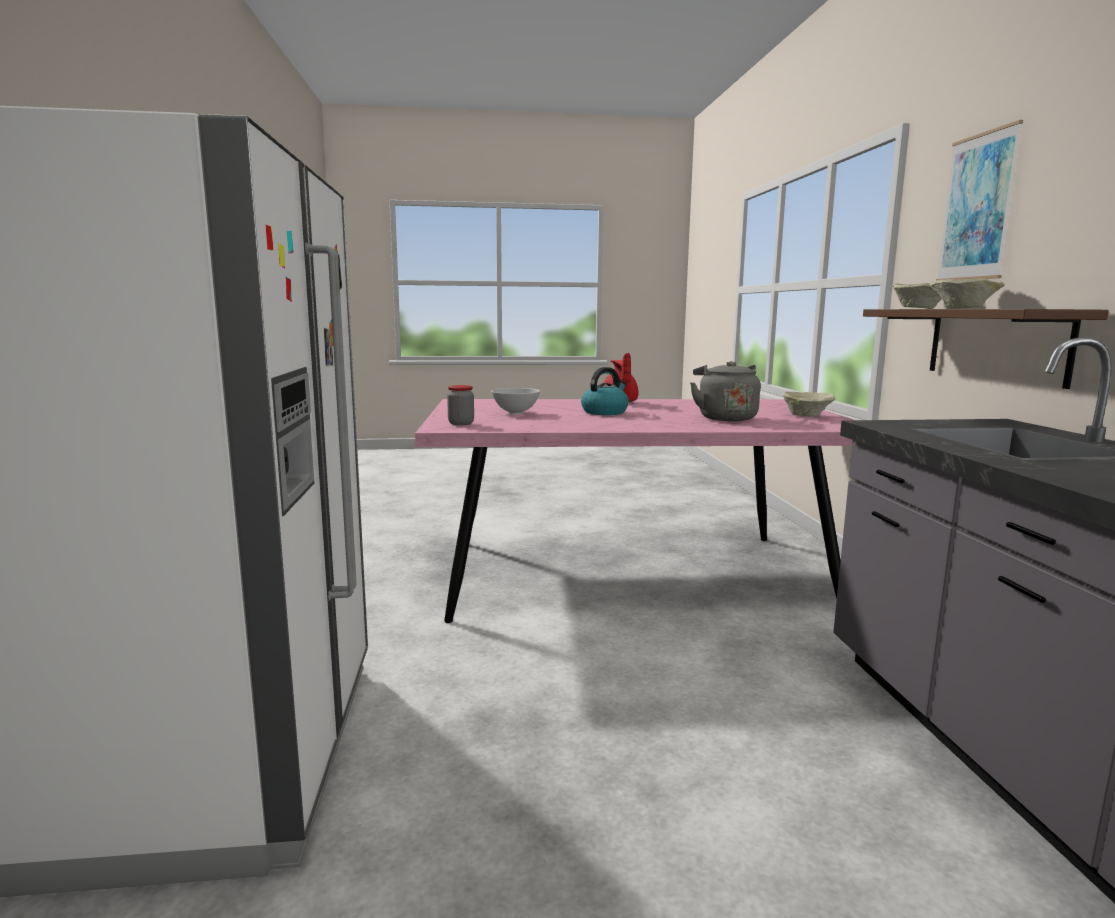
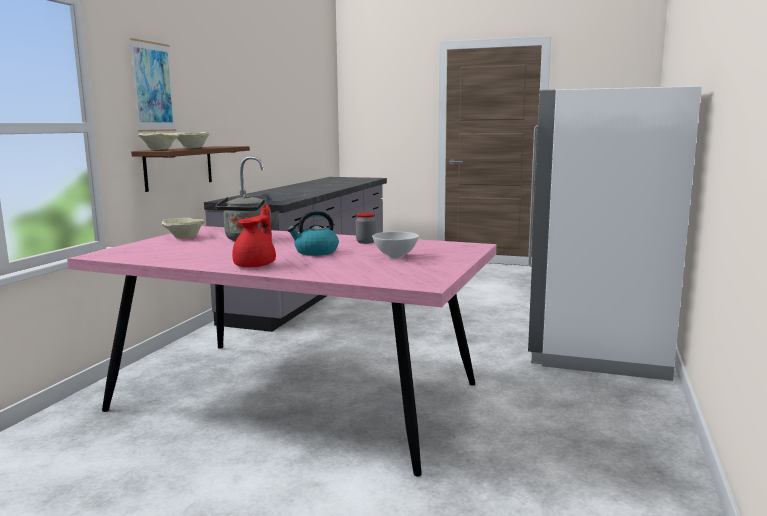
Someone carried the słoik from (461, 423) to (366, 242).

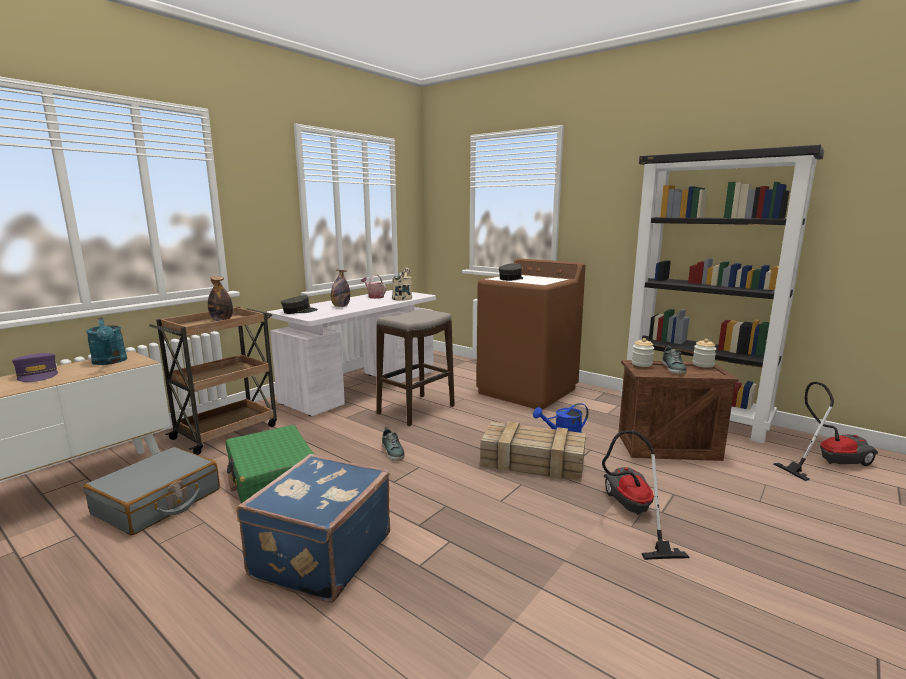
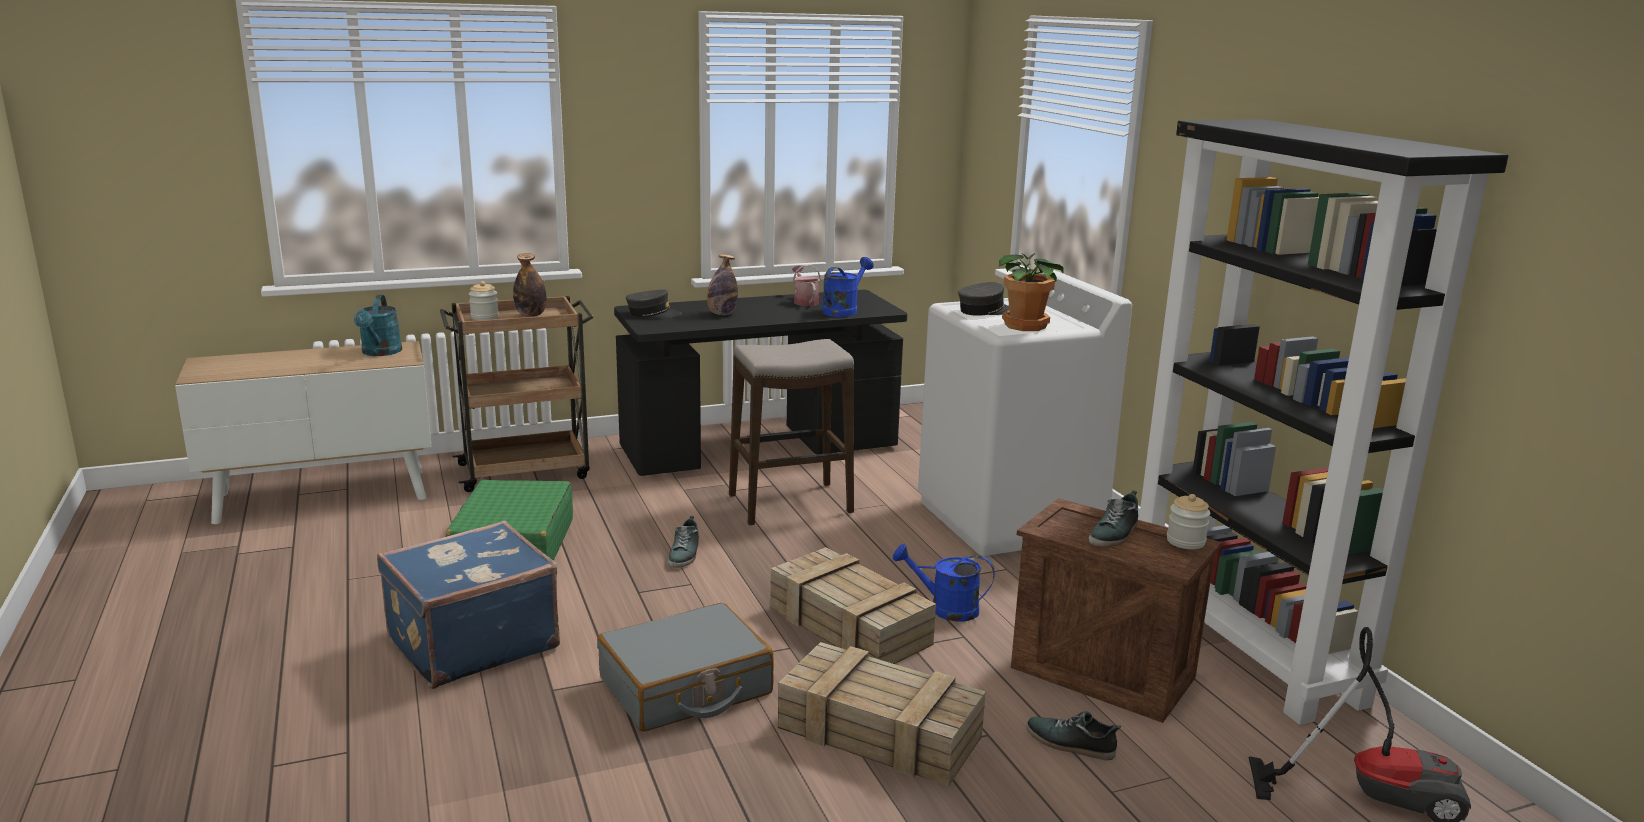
Someone took away the czapka z daszkiem/fioletowy at (38, 375).
Someone carried the walizka/szary from (158, 502) to (685, 687).
Someone repainted the biurko/biały at (362, 387), which became the biurko/czarny at (759, 449).
Someone repainted the konewka/beżowy at (402, 297), which became the konewka/niebieski at (843, 310).
Someone repainted the pralka/brązowy at (527, 391), which became the pralka/biały at (1009, 519).
Someone swapped the odkurzacz at (631, 513) for the skrzynka at (882, 732).
Someone carried the słoik from (641, 364) to (484, 317).
Someone put down the roślina doniczkowa at (1027, 326).
Someone put down the but at (1070, 743).

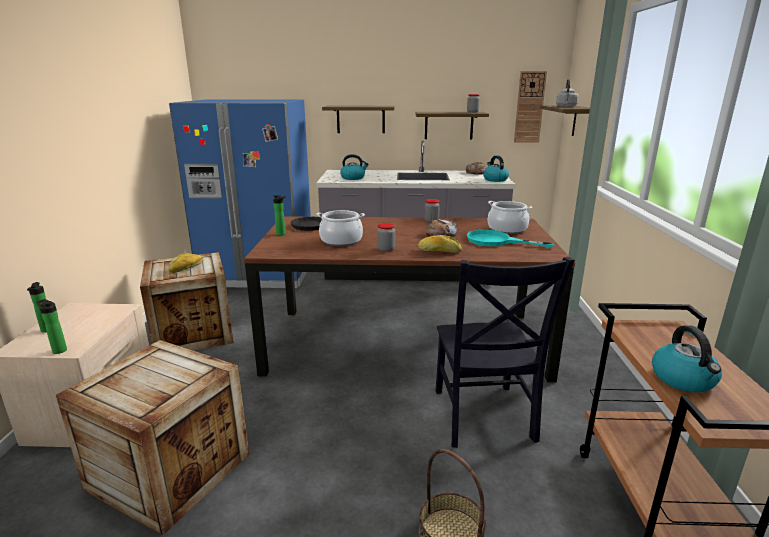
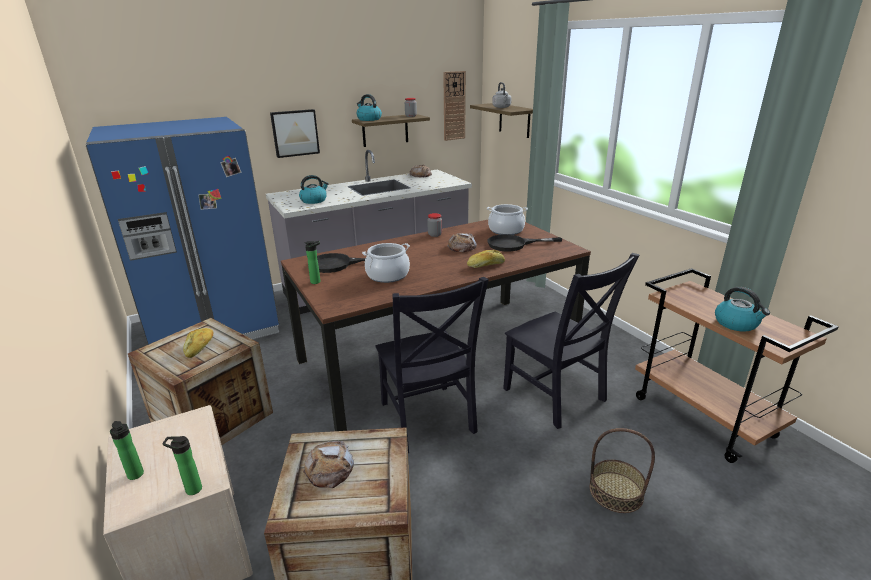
Someone swapped the półka at (360, 119) for the obraz at (295, 133).
Someone took away the słoik at (386, 249).
Someone repainted the patelnia/turkusowy at (496, 241), which became the patelnia/czarny at (514, 244).
Someone carried the czajnik from (495, 179) to (368, 119).
Someone put down the chleb at (329, 469).
Someone put down the krzesło/czarny at (428, 420).

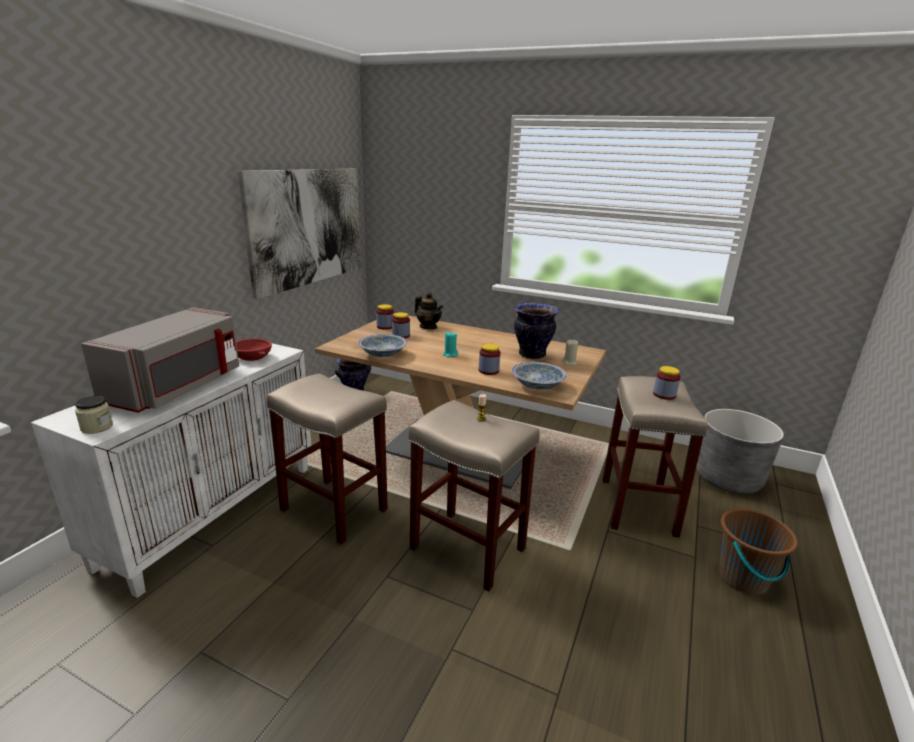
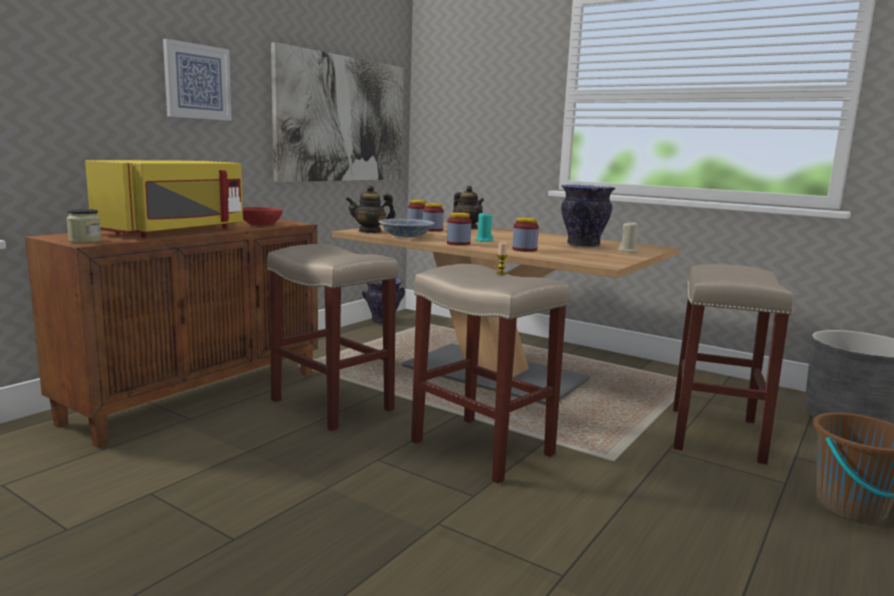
Someone repainted the szafka/biały at (213, 512), which became the szafka/brązowy at (198, 395).
Someone repainted the mikrofalówka/szary at (178, 387), which became the mikrofalówka/żółty at (176, 231).
Someone took away the miska at (537, 385).
Someone carried the słoik from (664, 395) to (458, 243).
Someone put up the obraz at (197, 82).
Someone put down the imbryk at (370, 231).

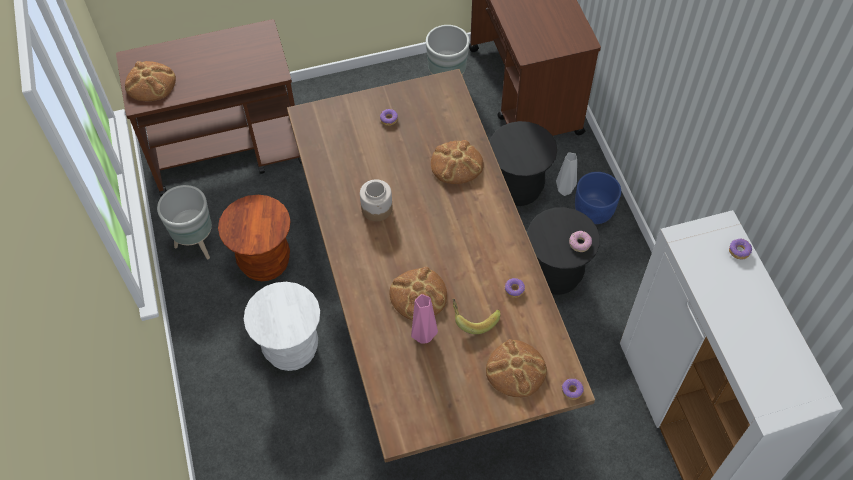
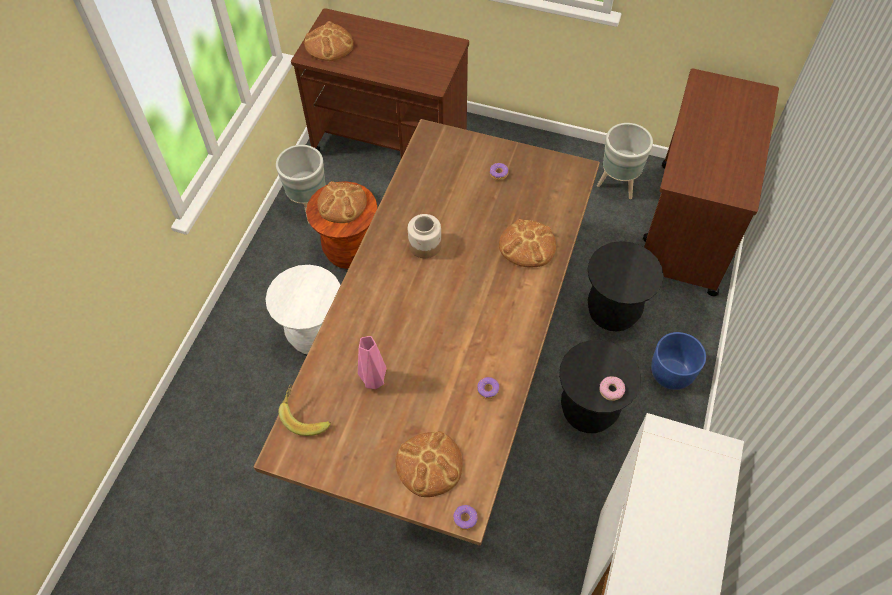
Someone carried the chleb from (418, 295) to (342, 203).
Someone carried the banan from (474, 318) to (306, 415).
Someone took away the wazon/szary at (565, 191).
Someone took away the donut at (739, 251).

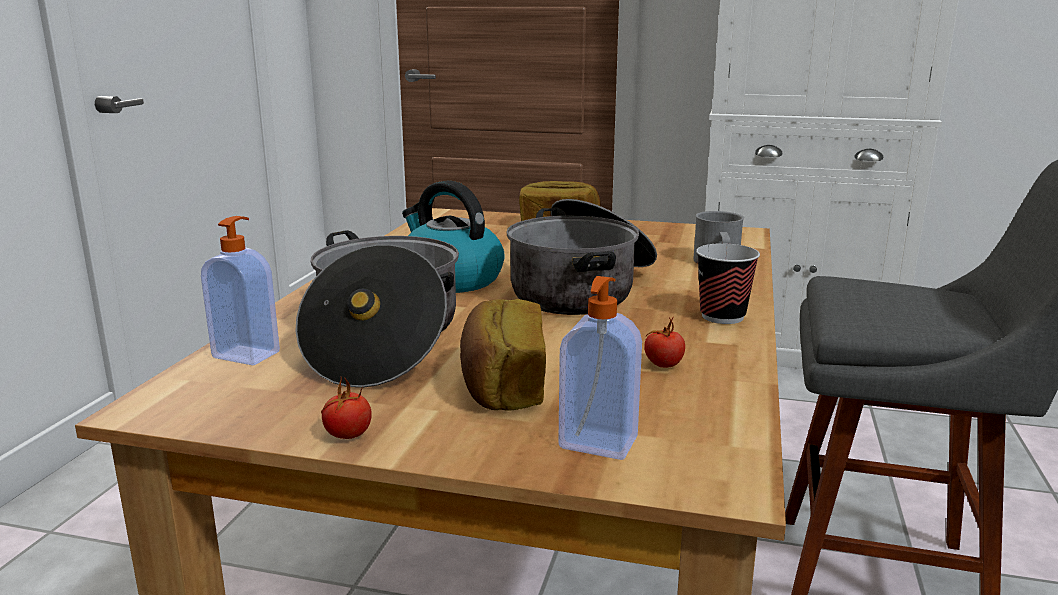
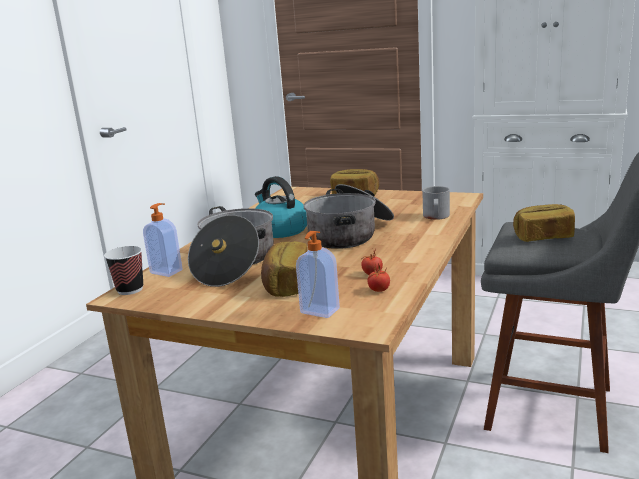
Someone carried the pomidor from (347, 435) to (379, 290).
Someone carried the filiżanka from (722, 316) to (130, 289).
Someone put down the chleb at (543, 237).

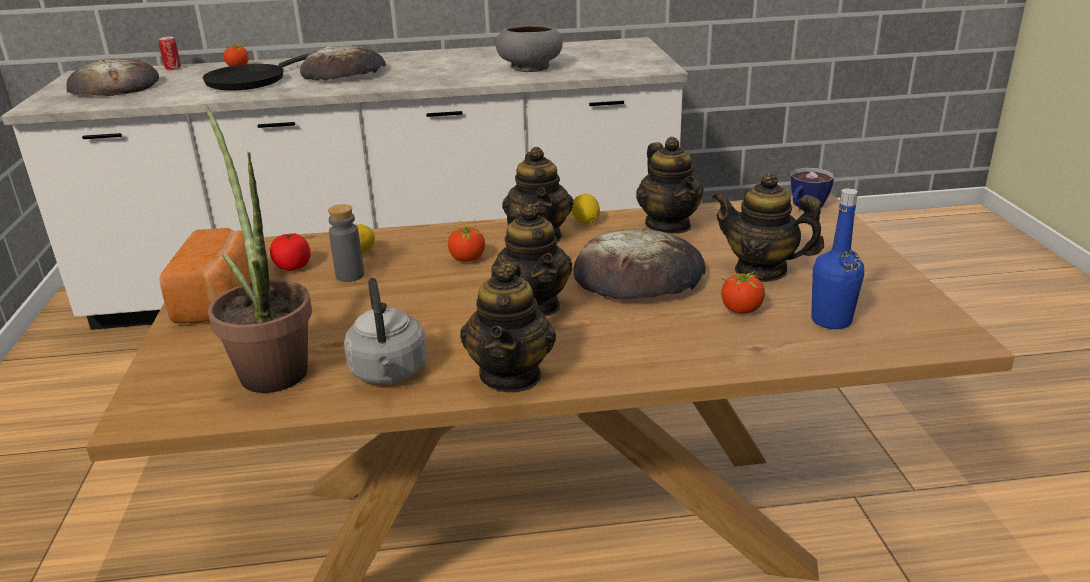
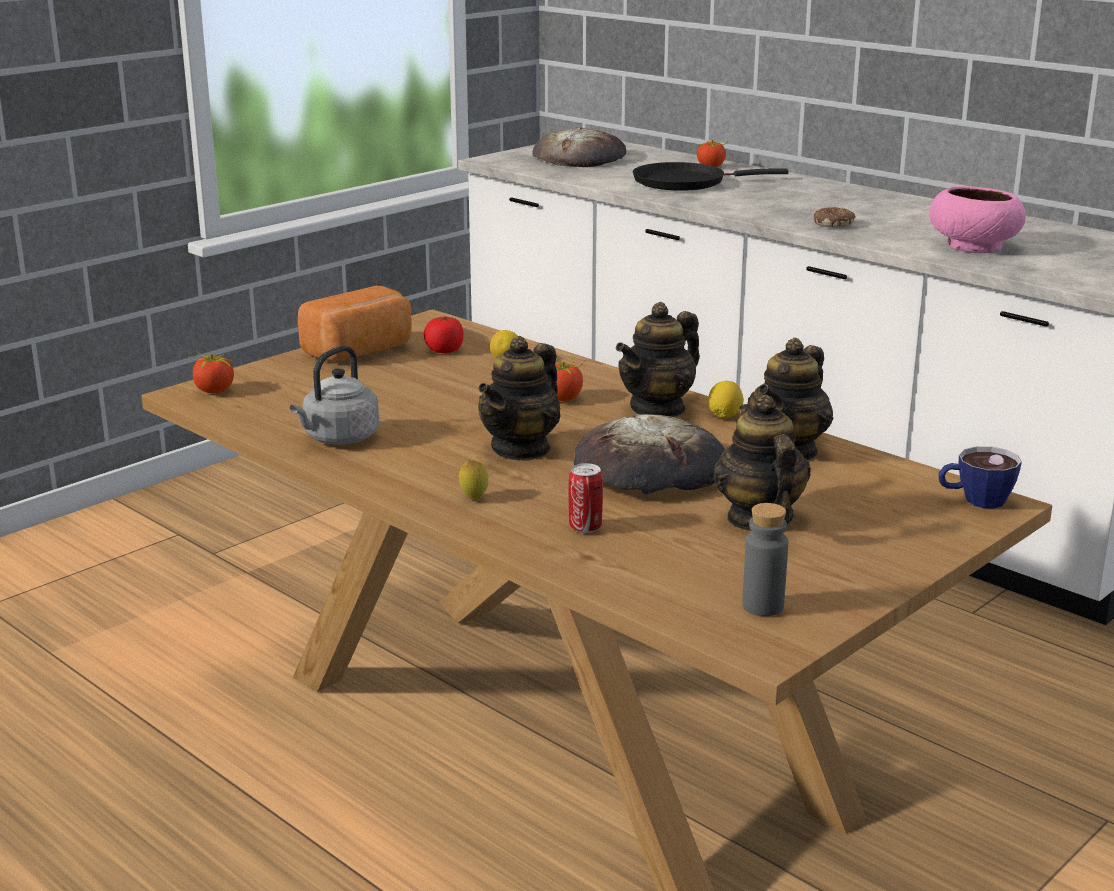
Someone carried the puszka from (173, 68) to (585, 527).
Someone took away the roślina doniczkowa at (271, 366).
Someone took away the chleb at (344, 73).
Someone carried the butelka/szary from (350, 275) to (763, 606).
Someone took away the imbryk at (511, 375).
Someone repainted the miska/szary at (529, 67), which became the miska/różowy at (973, 246).
Someone carried the pomidor from (741, 310) to (214, 391).
Someone took away the butelka/niebieski at (831, 320).
Someone put down the cytryna at (474, 498).
Someone put down the donut at (833, 224).

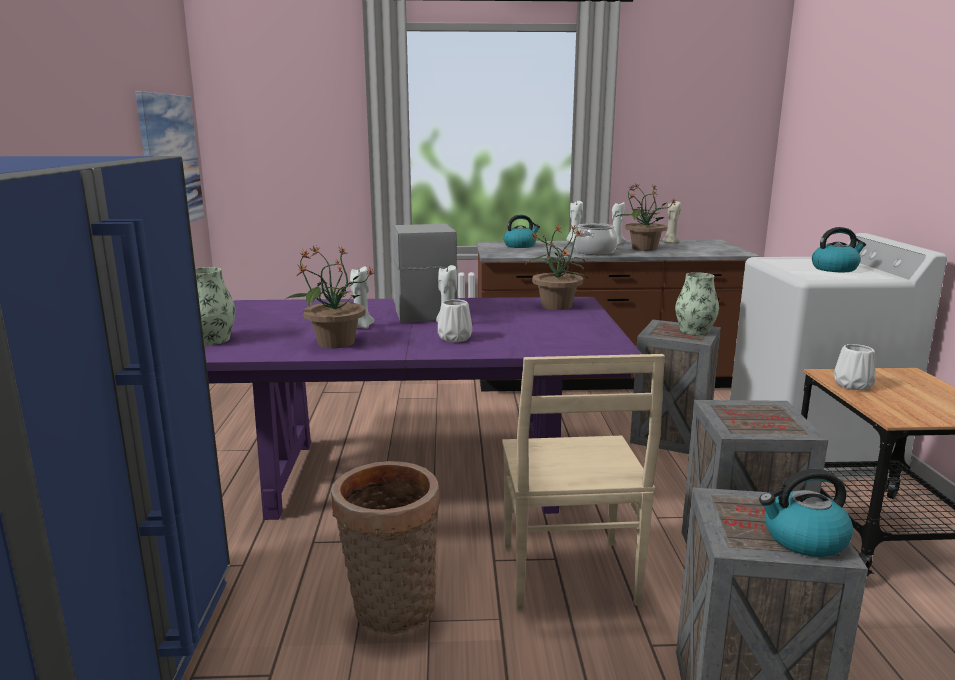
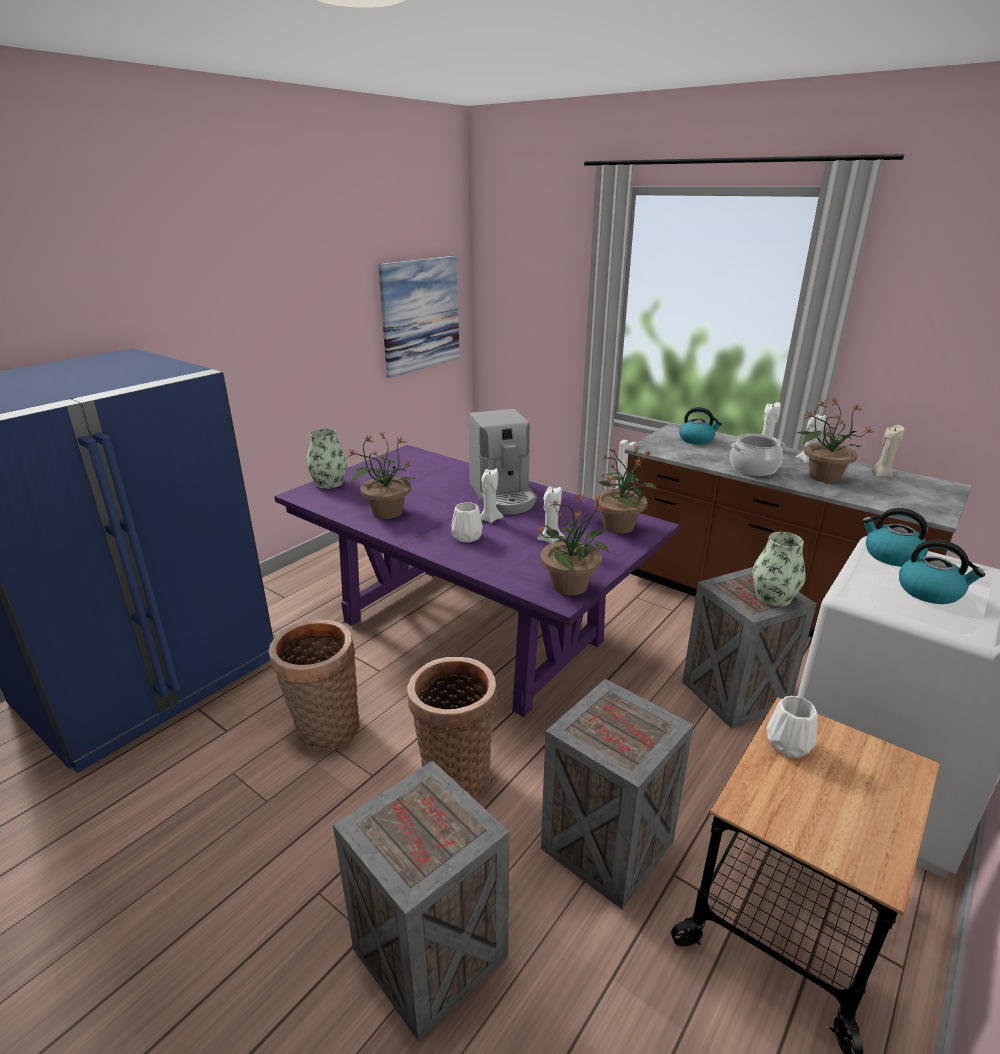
Someone carried the świeca/biały from (361, 326) to (550, 539).
Someone rotated the ekspres do kawy at (423, 310) by 135 degrees clockwise.
Someone swapped the krzesło/beżowy at (569, 577) for the koszyk at (455, 774).
Someone carried the czajnik from (803, 539) to (891, 556).
Someone put down the roślina doniczkowa at (570, 585).

